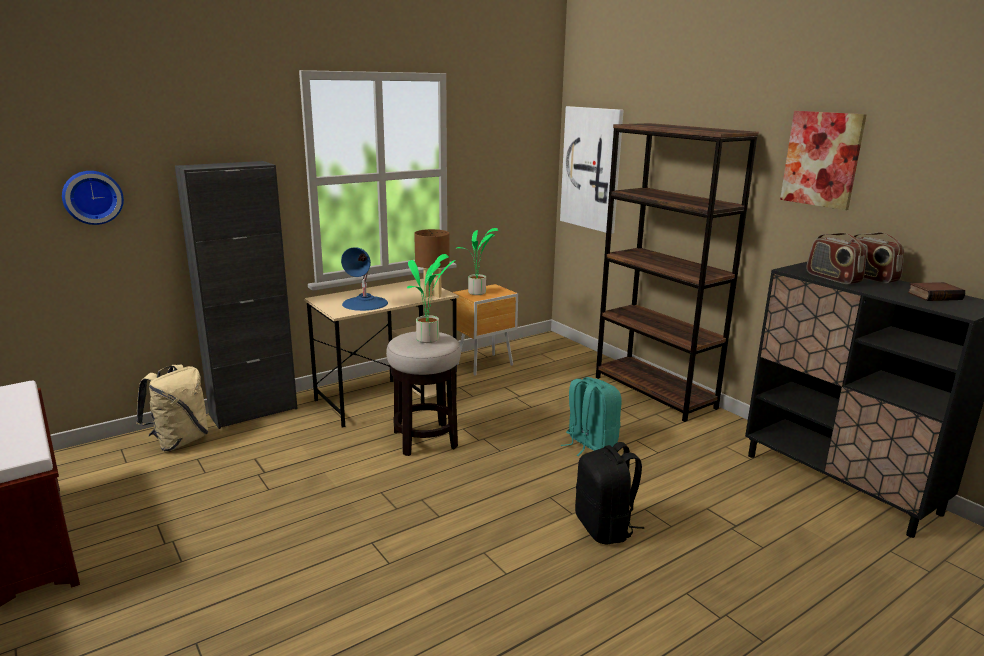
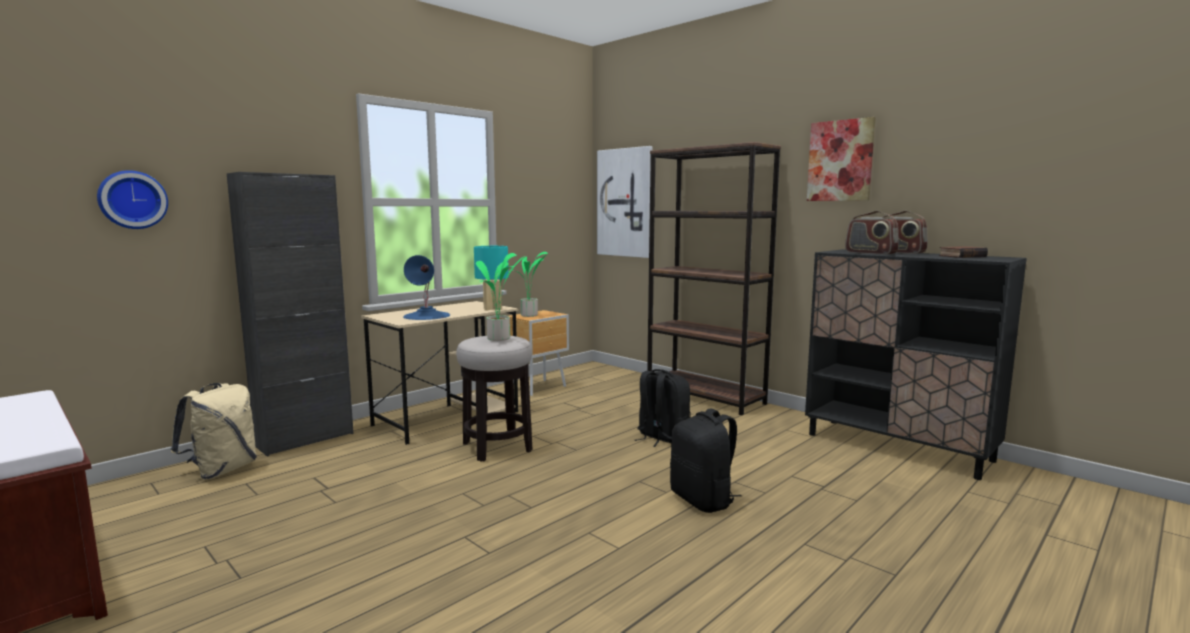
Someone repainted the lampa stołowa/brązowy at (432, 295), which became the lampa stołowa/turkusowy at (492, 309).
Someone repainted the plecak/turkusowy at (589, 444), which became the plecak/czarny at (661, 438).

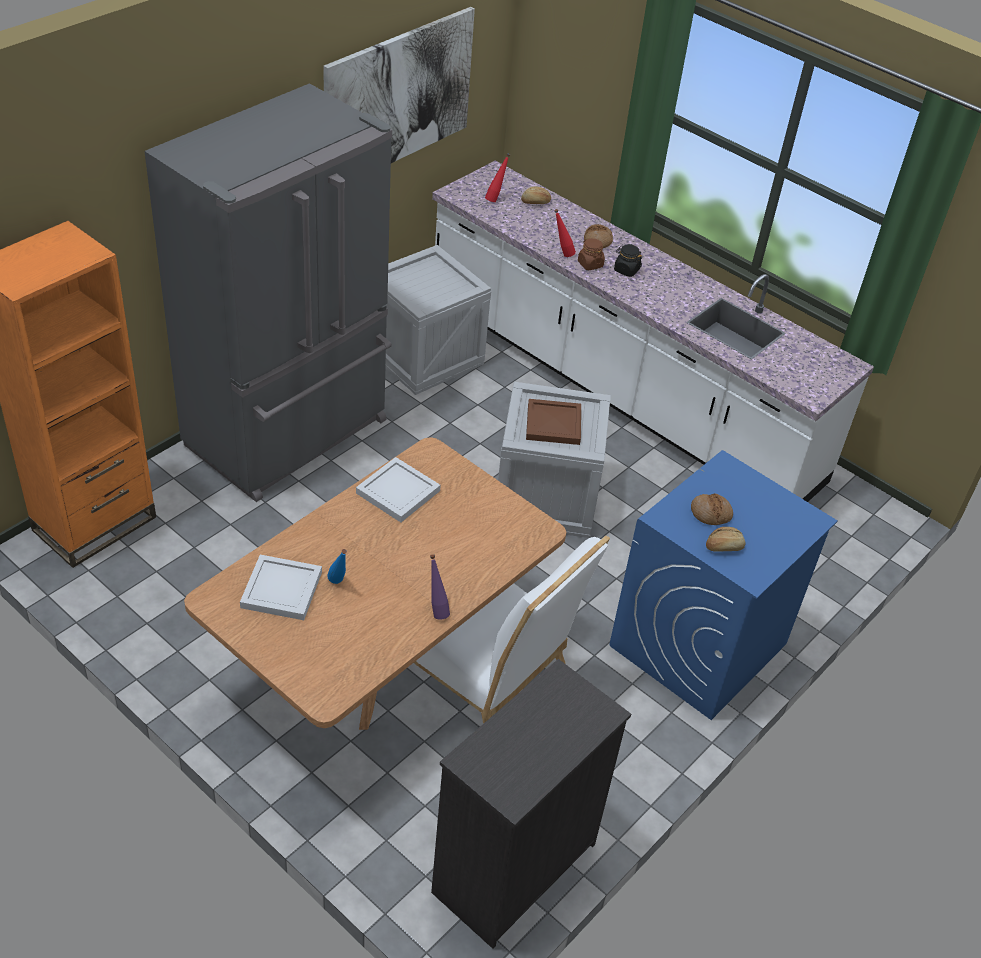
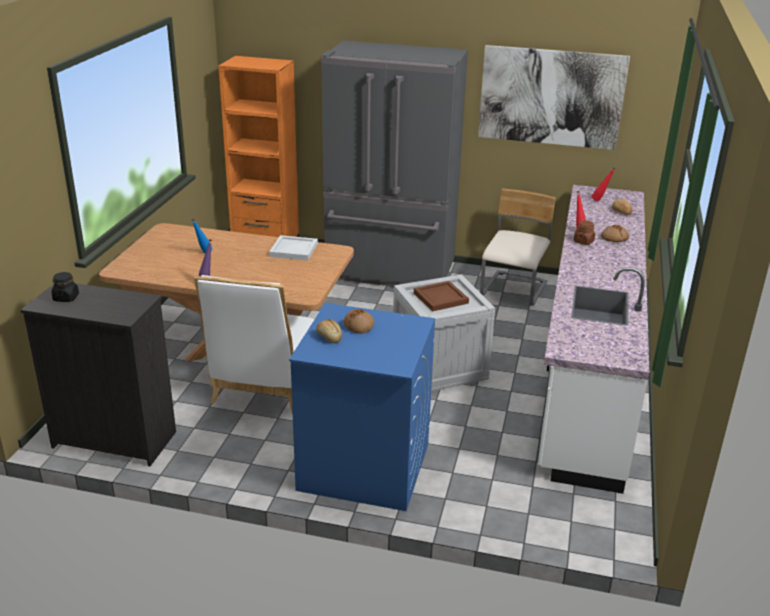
Someone took away the taca/biały at (282, 590).
Someone swapped the skrzynka at (425, 355) for the krzesło/beżowy at (514, 290).
Someone carried the słoik/czarny from (626, 270) to (66, 298).

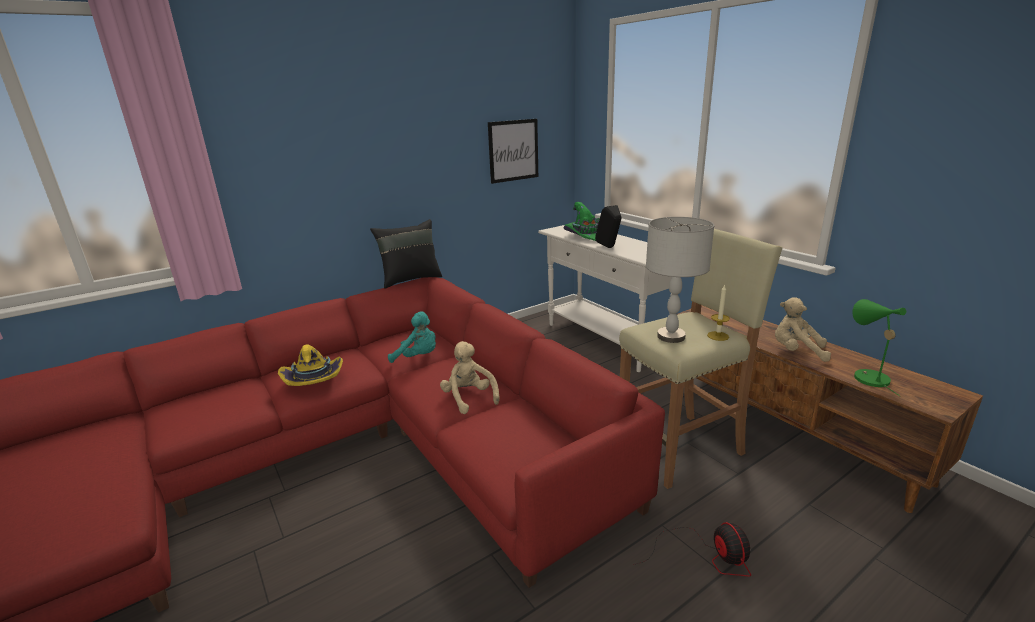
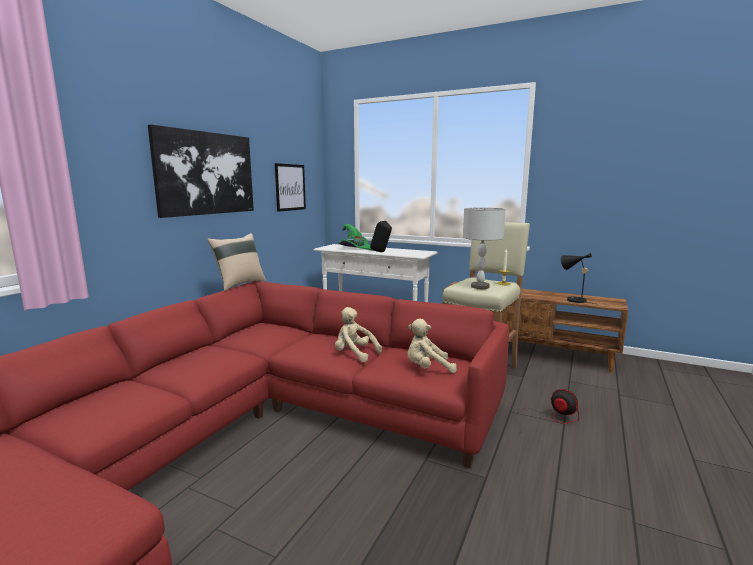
Someone took away the kapelusz/żółty at (314, 379).
Someone repainted the poduszka/czarny at (410, 279), which became the poduszka/beżowy at (239, 284).
Someone took away the pluszak/turkusowy at (418, 357).
Someone carried the pluszak/beżowy from (796, 351) to (427, 369).
Someone repainted the lampa stołowa/zielony at (866, 376), which became the lampa stołowa/czarny at (573, 300).
Someone put up the obraz at (206, 173).

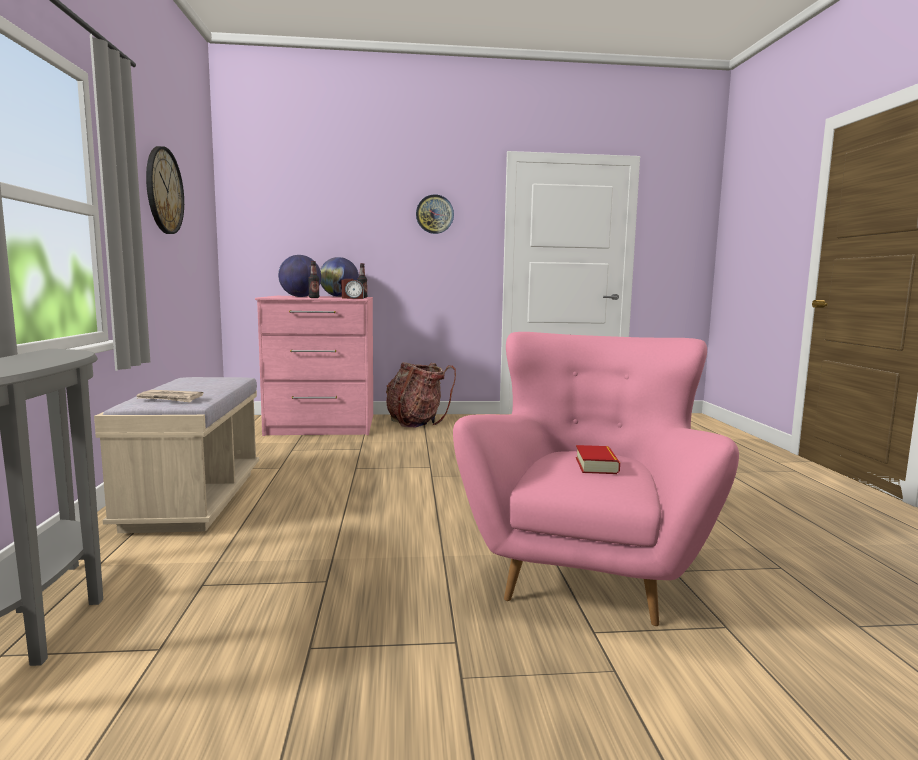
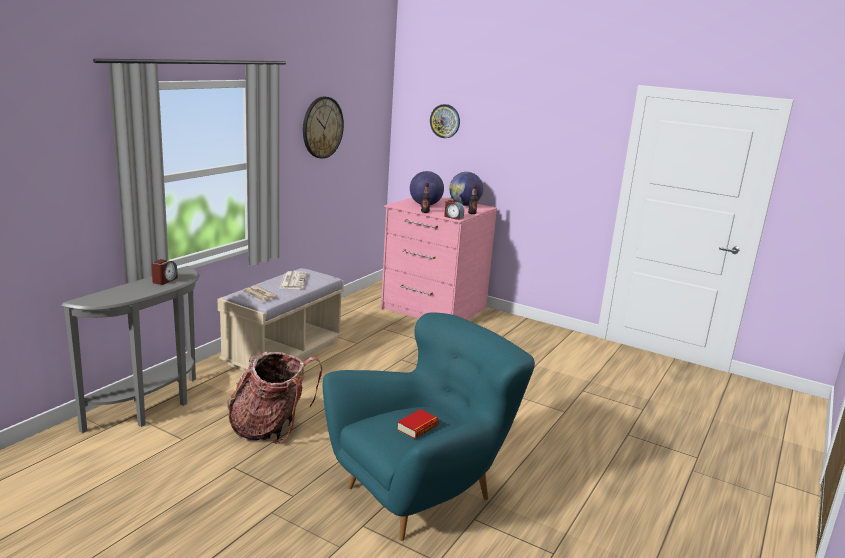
Someone carried the plecak from (416, 422) to (271, 428).
Someone carried the zegar ścienny from (434, 214) to (445, 121).
Someone repainted the fotel/różowy at (586, 569), which became the fotel/turkusowy at (422, 492).
Someone put down the budzik at (164, 280).
Someone put down the gazeta at (293, 281).

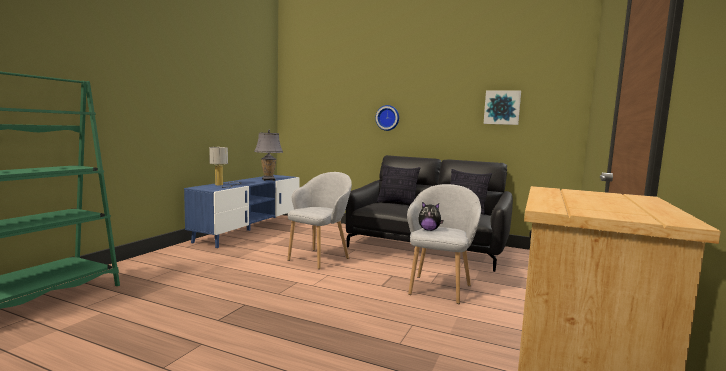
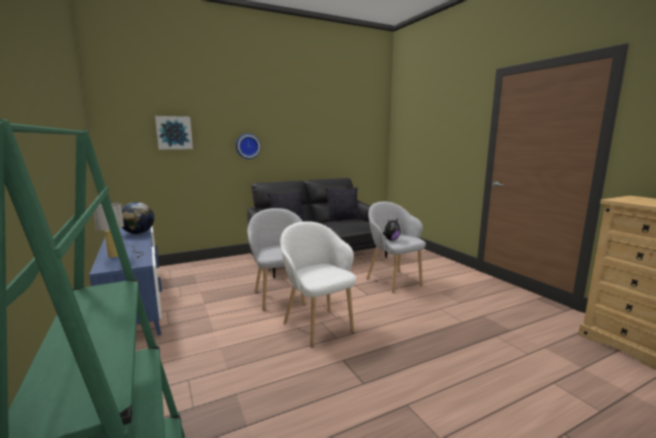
Someone swapped the lampa stołowa/szary at (268, 180) for the globus at (138, 233).
Someone carried the obraz from (502, 107) to (174, 132).
Someone put down the fotel/biały at (318, 325).

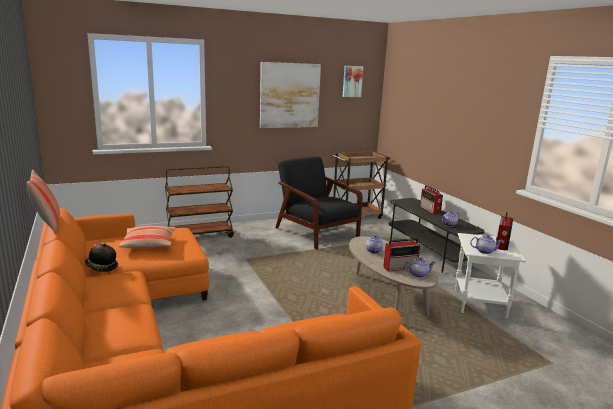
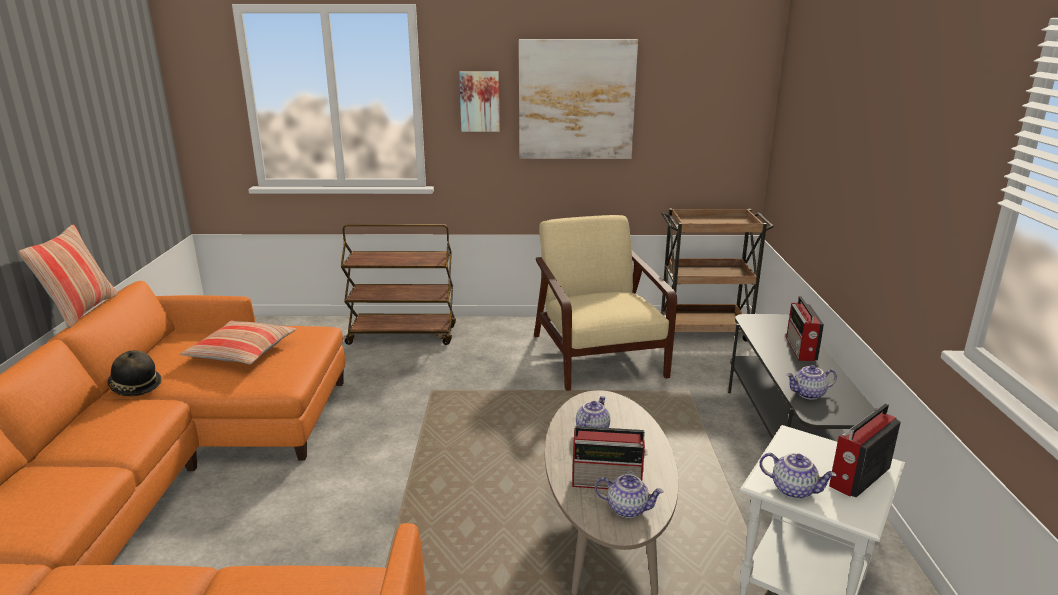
Someone repainted the fotel/czarny at (315, 232), which became the fotel/beżowy at (597, 355).
Someone carried the obraz from (352, 81) to (480, 101).

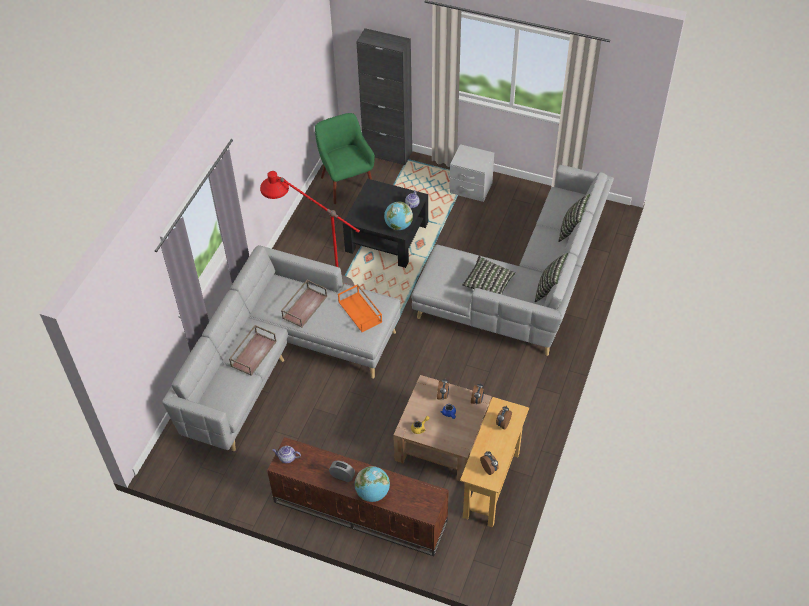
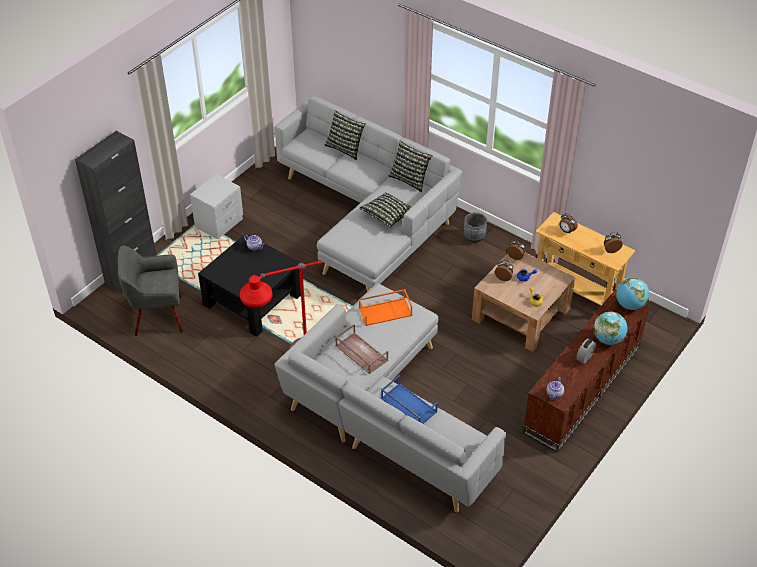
Someone repainted the taca/brązowy at (253, 353), which became the taca/niebieski at (408, 405).
Someone repainted the fotel/zielony at (346, 183), which became the fotel/szary at (157, 316).
Someone carried the globus from (398, 226) to (630, 305).
Someone put down the donica/szary at (474, 237).

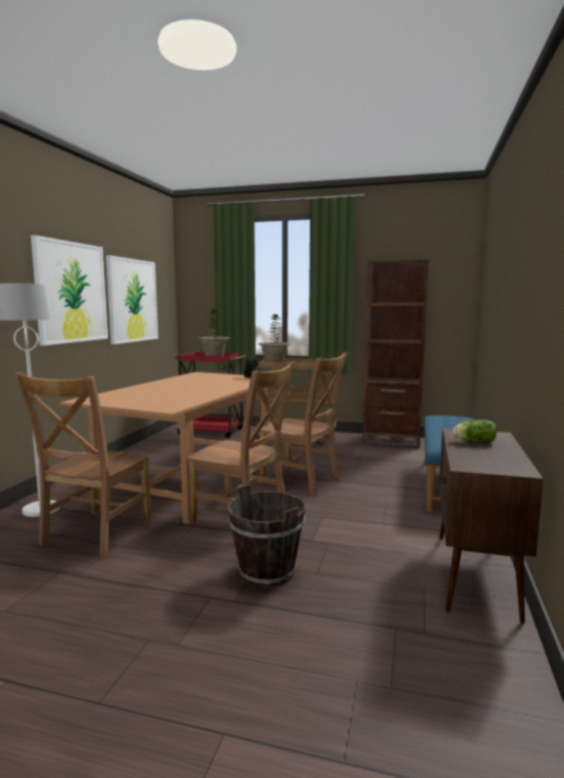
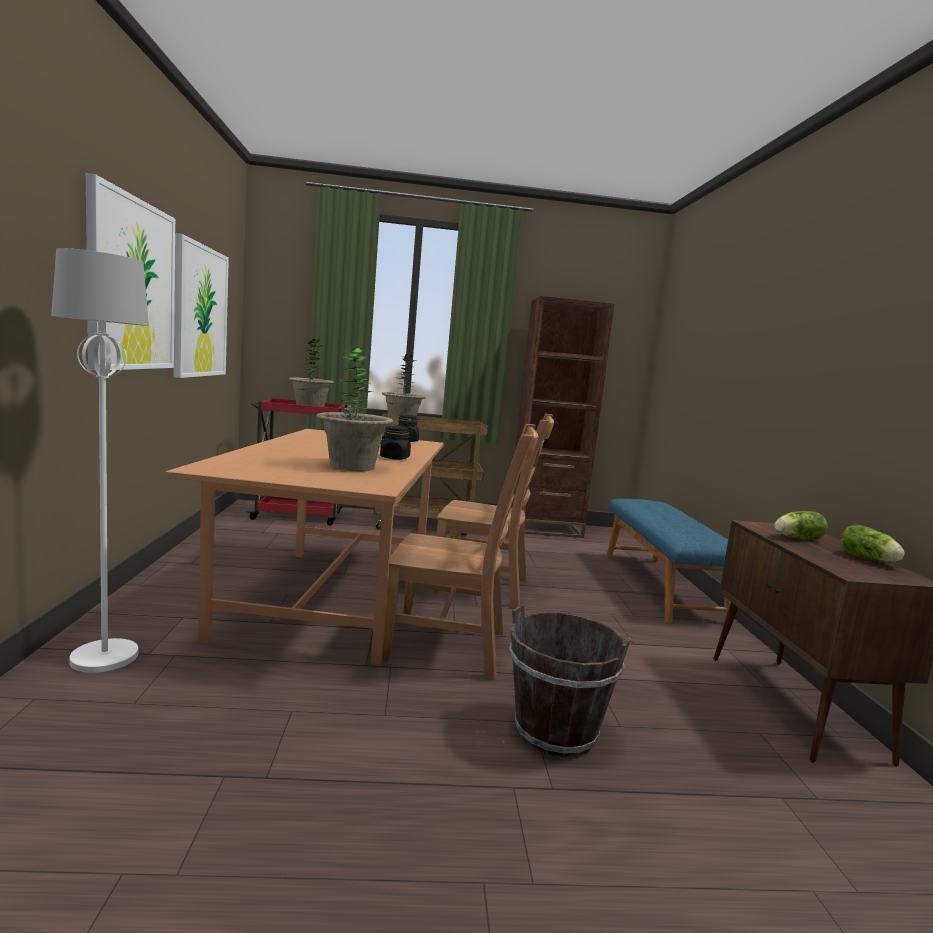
Someone took away the krzesło/brązowy at (95, 534).
Someone put down the roślina doniczkowa at (352, 467).
Someone put down the słoik/czarny at (395, 458).
Someone put down the sałata at (869, 559).

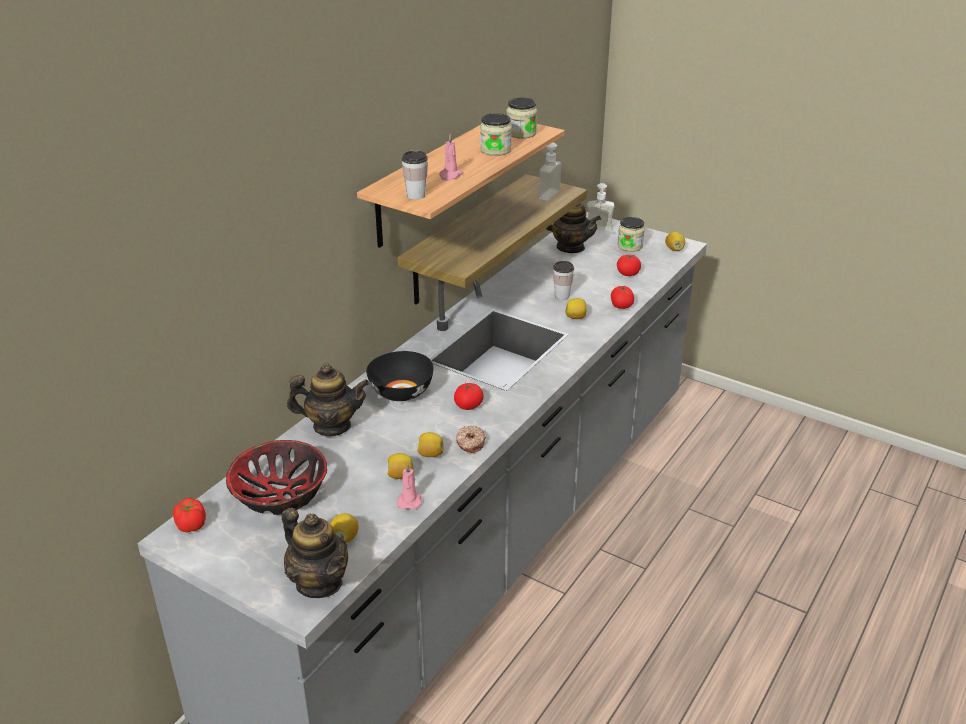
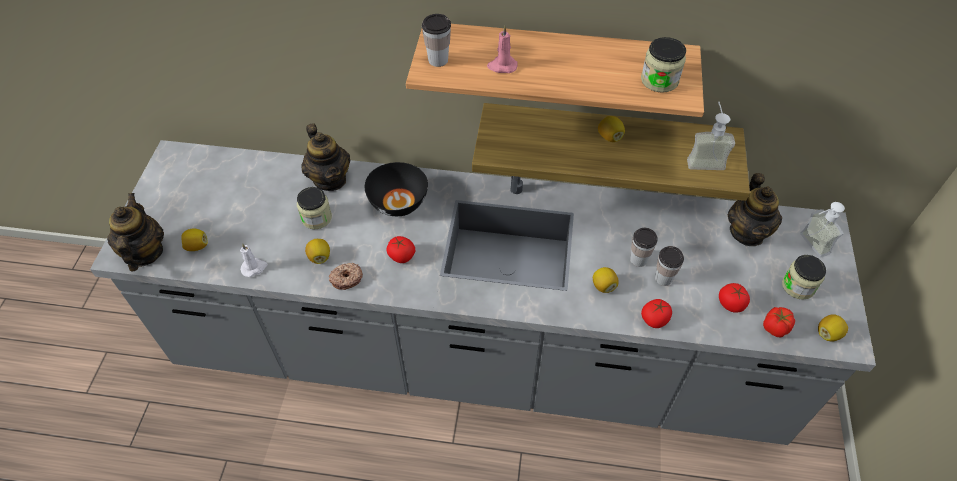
Someone carried the pomidor from (191, 526) to (774, 328).
Someone took away the miska at (280, 495).
Someone rotated the imbryk at (319, 582) by 150 degrees clockwise.
Someone carried the cytryna from (400, 475) to (609, 137).
Someone repainted the świeca/różowy at (409, 500), which became the świeca/biały at (254, 267).
Someone carried the słoik from (495, 150) to (316, 218).
Someone put down the filiżanka at (663, 278).

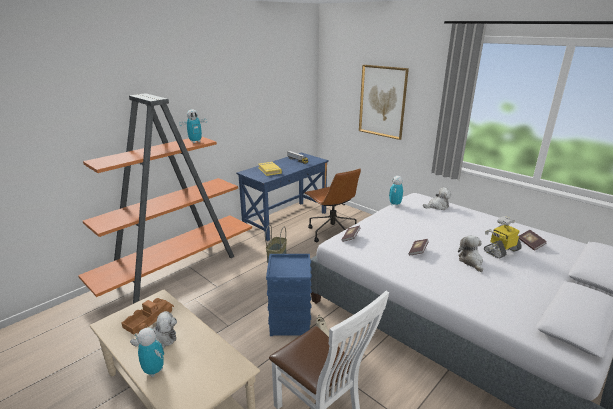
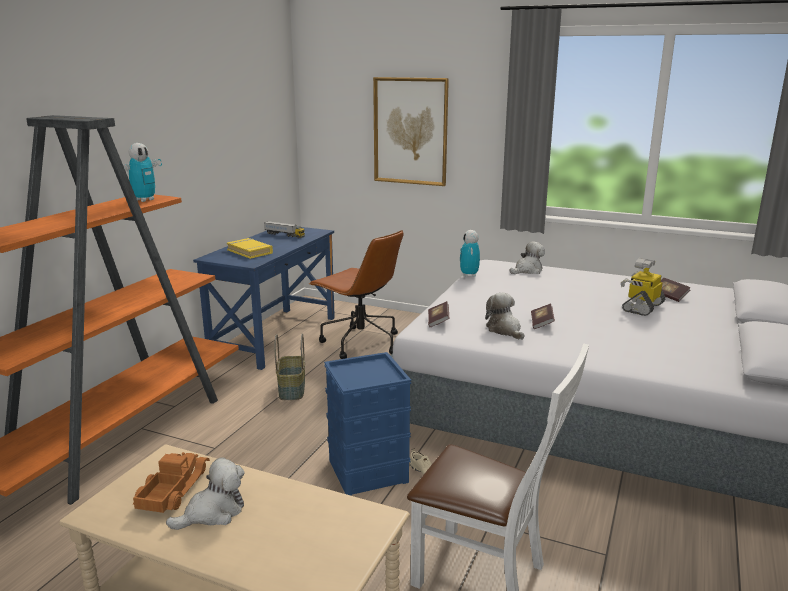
Someone took away the robot zabawkowy at (154, 370).
Someone carried the pluszak from (471, 261) to (505, 330).

